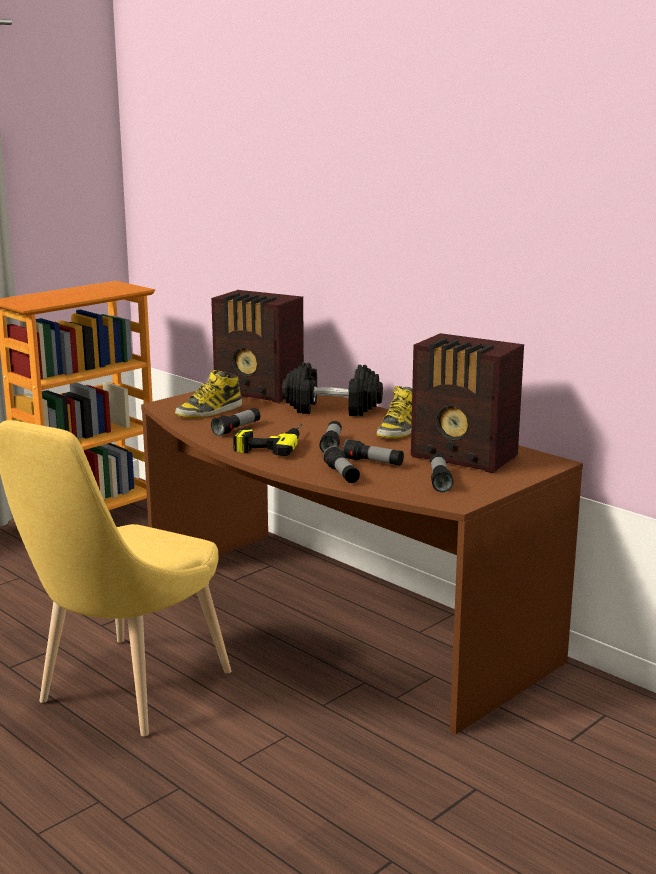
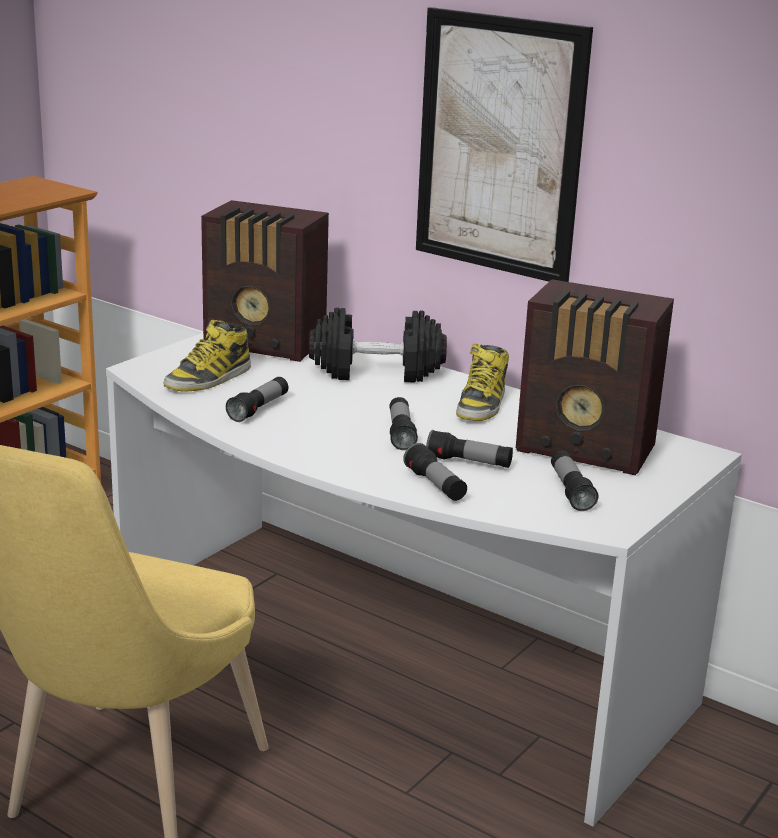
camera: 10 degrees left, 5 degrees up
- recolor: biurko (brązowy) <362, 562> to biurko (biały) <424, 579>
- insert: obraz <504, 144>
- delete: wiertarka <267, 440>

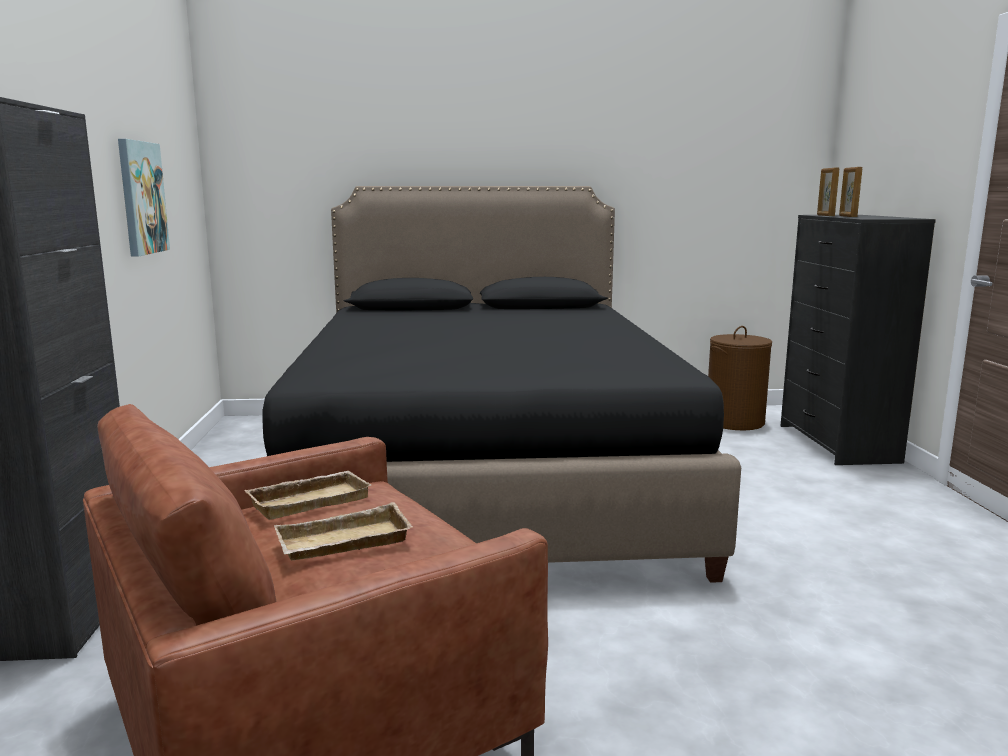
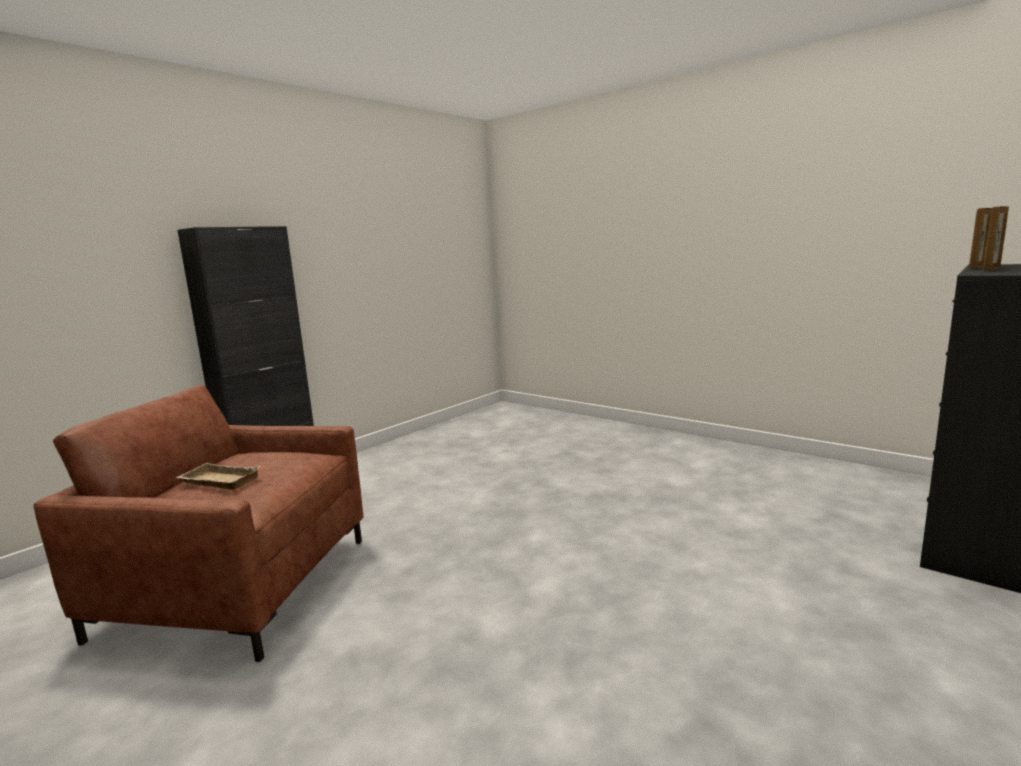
camera: 45 degrees right, 0 degrees up
- delete: obraz <144, 197>
- delete: taca (beżowy) <308, 495>
- delete: łóżko (czarny) <502, 384>
- delete: kosz na pranie (brązowy) <740, 378>

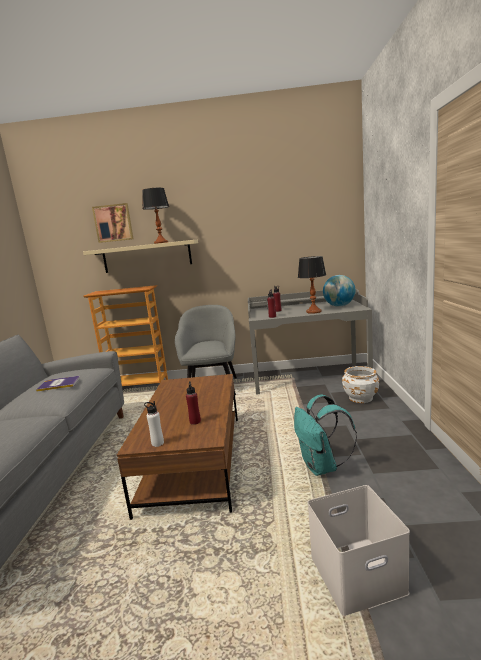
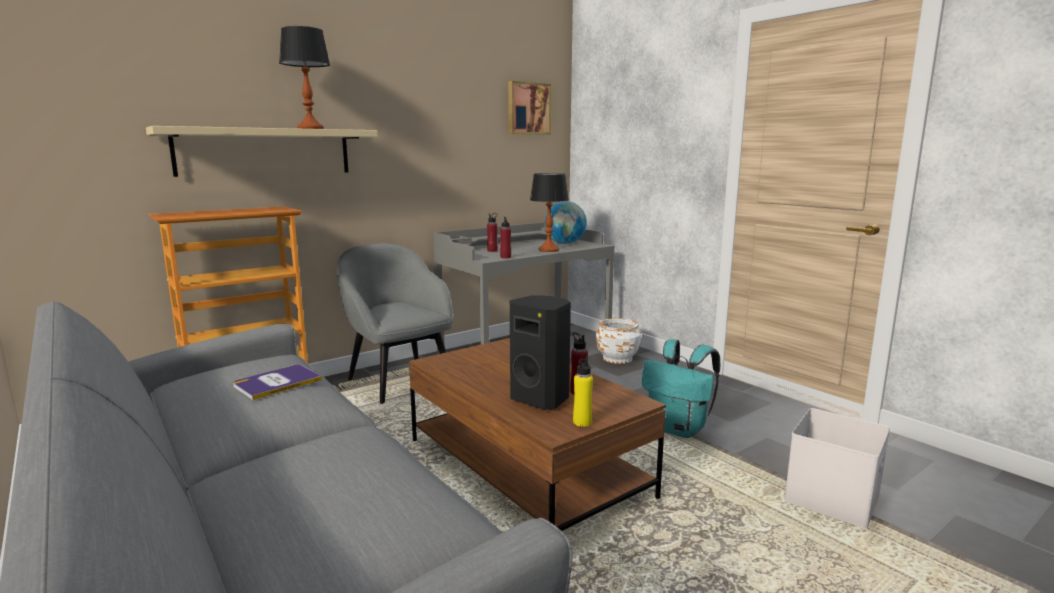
camera: 40 degrees left, 0 degrees up
- move: obraz <112, 223> to <529, 108>
- insert: głośnik (czarny) <540, 352>
- recolor: butelka (biały) <154, 424> to butelka (żółty) <583, 391>

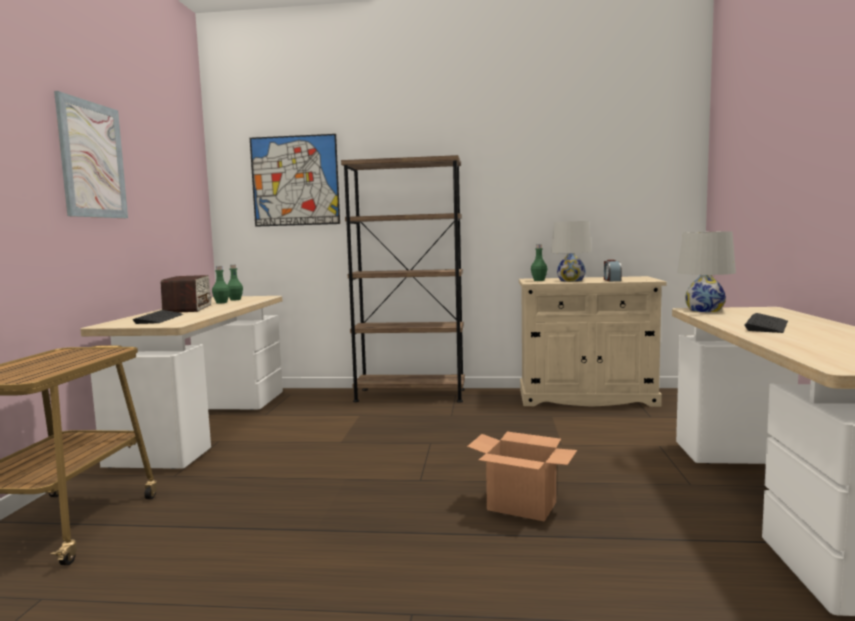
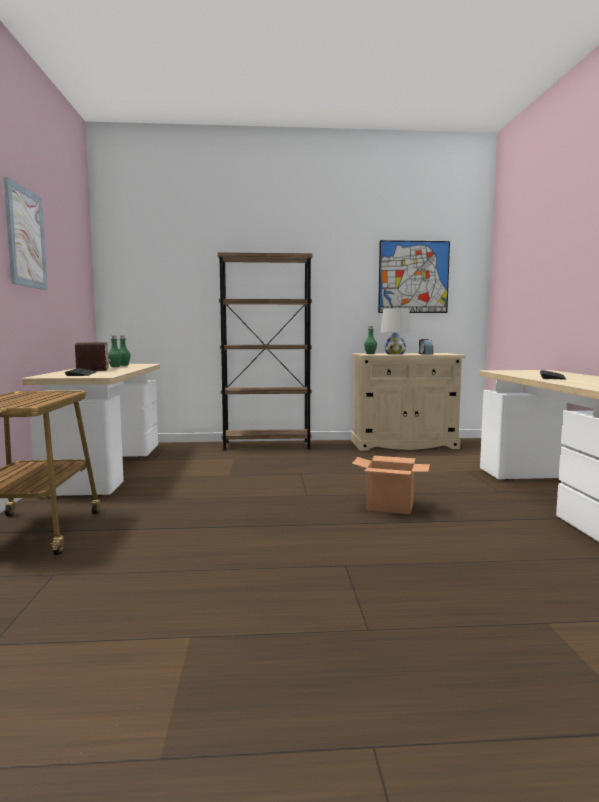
camera: 10 degrees left, 0 degrees up
- move: obraz <295, 180> to <414, 276>
- delete: lampa stołowa (biały) <706, 271>

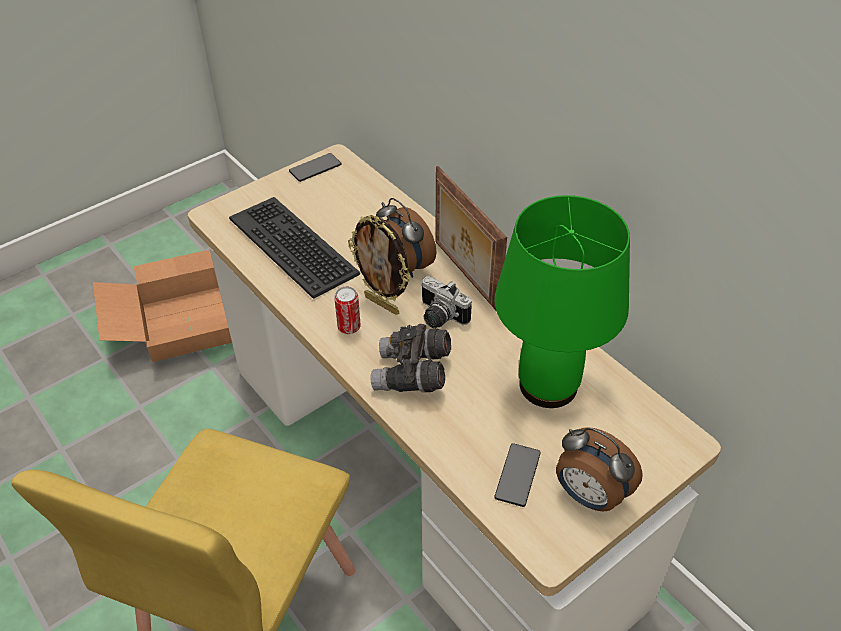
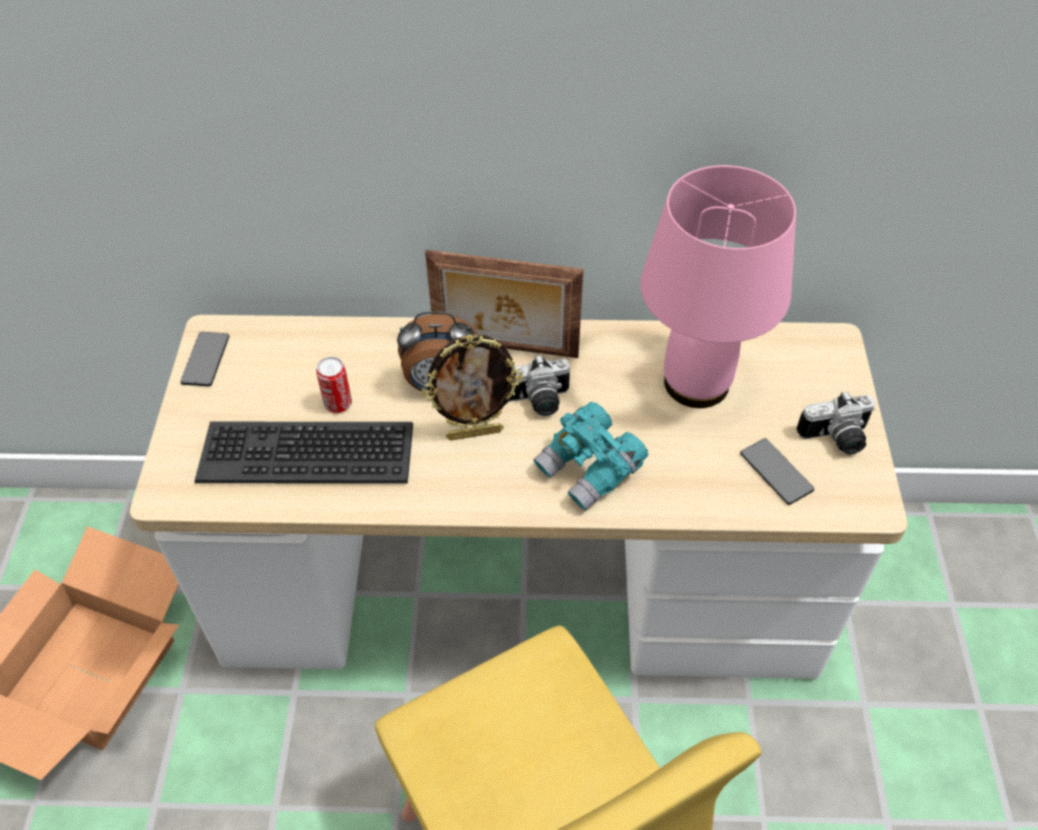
camera: 50 degrees left, 5 degrees up
- move: puszka <347, 310> to <334, 385>
- recolor: lornetka (szary) <410, 358> to lornetka (turkusowy) <590, 456>
- recolor: lampa stołowa (zielony) <562, 301> to lampa stołowa (różowy) <718, 286>
- replace: budzik <599, 469> to aparat fotograficzny <835, 423>

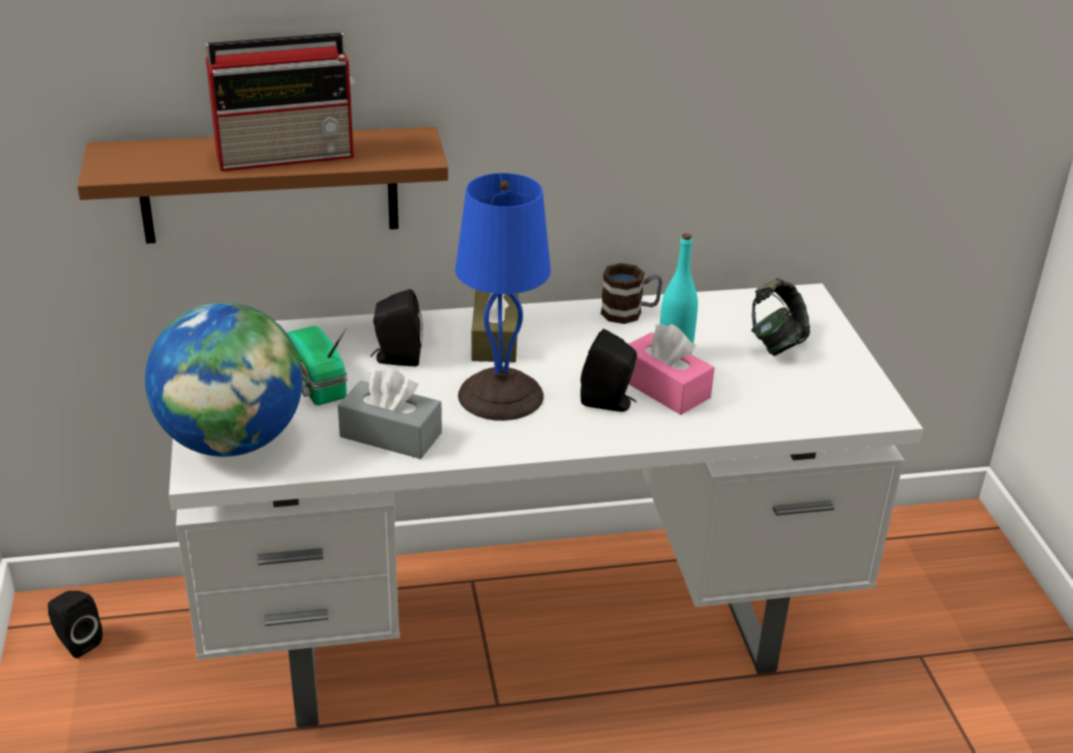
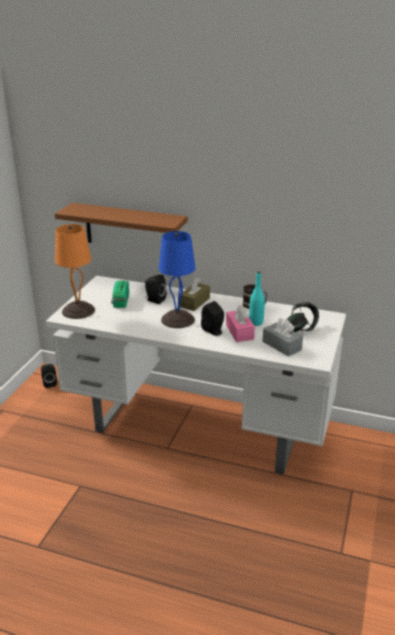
camera: 30 degrees right, 5 degrees down
- replace: globus <224, 379> to lampa stołowa (pomarańczowy) <75, 271>
- move: pudełko chusteczek (szary) <390, 413> to <283, 337>
- delete: radio <280, 102>

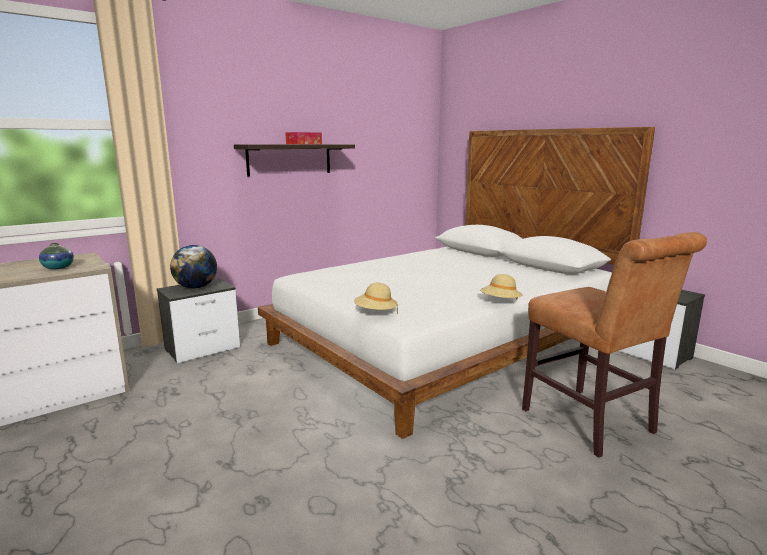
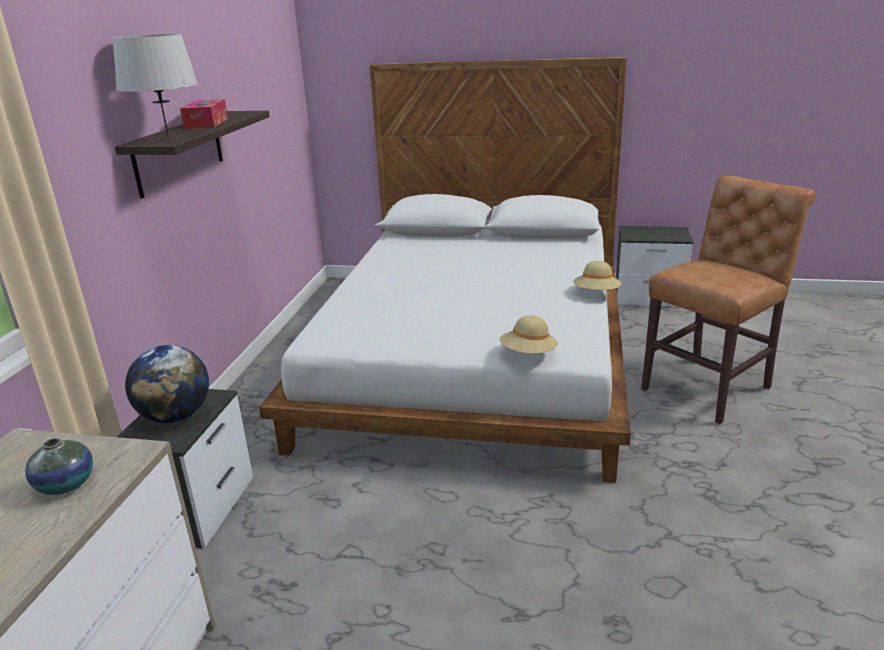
camera: 40 degrees left, 10 degrees up
- insert: lampa stołowa (szary) <155, 86>
- rotate: krzesło (brązowy) <614, 345> = <728, 299> 60 degrees counterclockwise

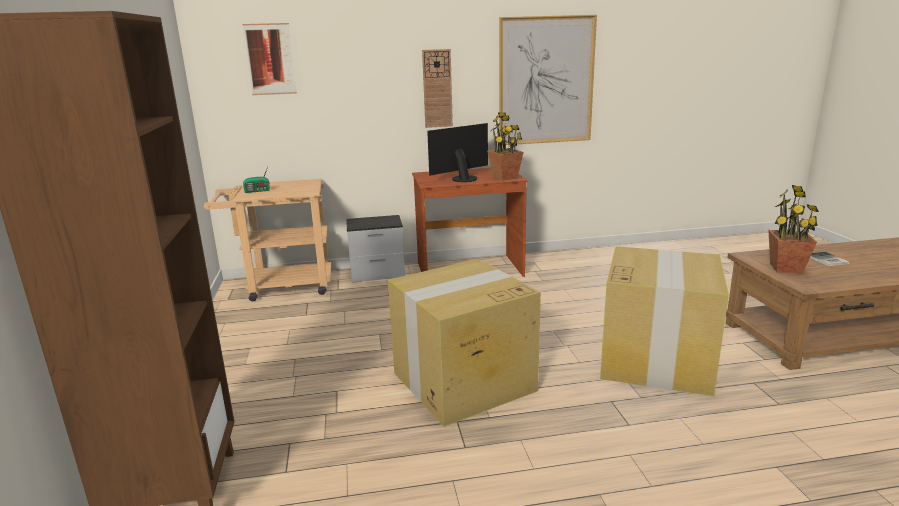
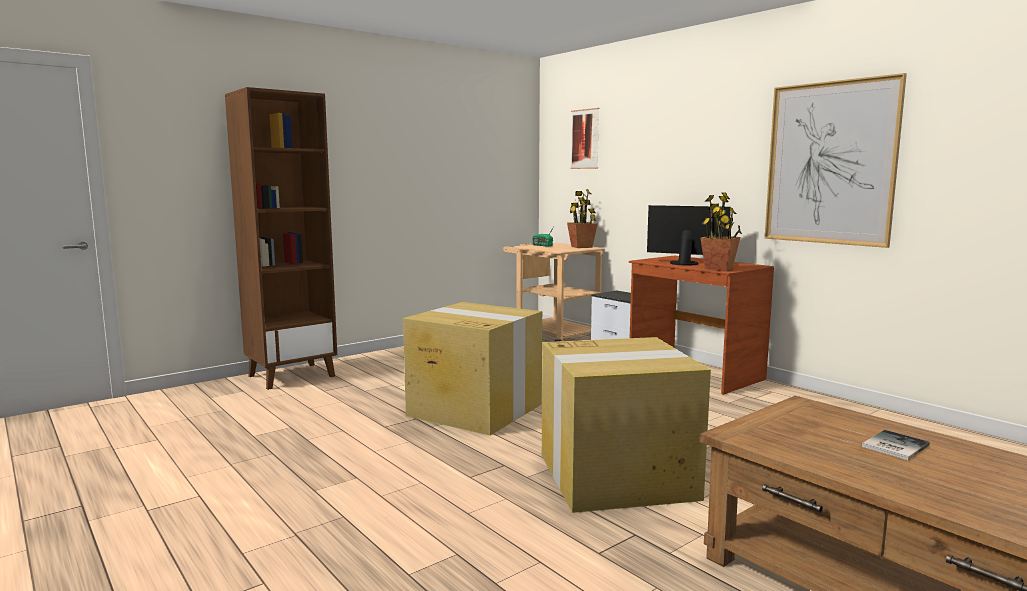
camera: 60 degrees right, 10 degrees down
- move: roślina doniczkowa <793, 229> to <582, 218>
- delete: zegar ścienny <437, 88>

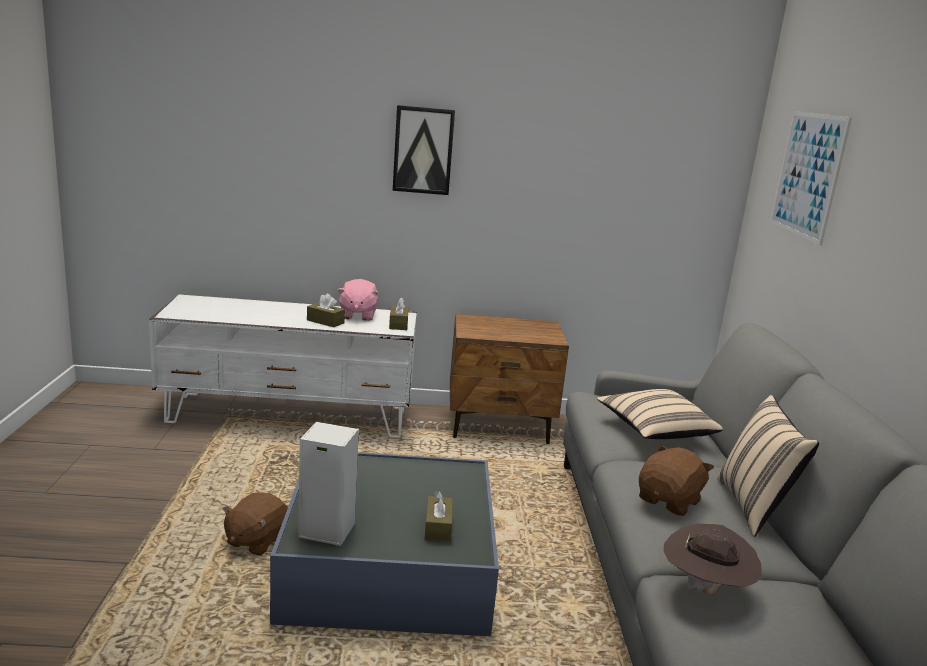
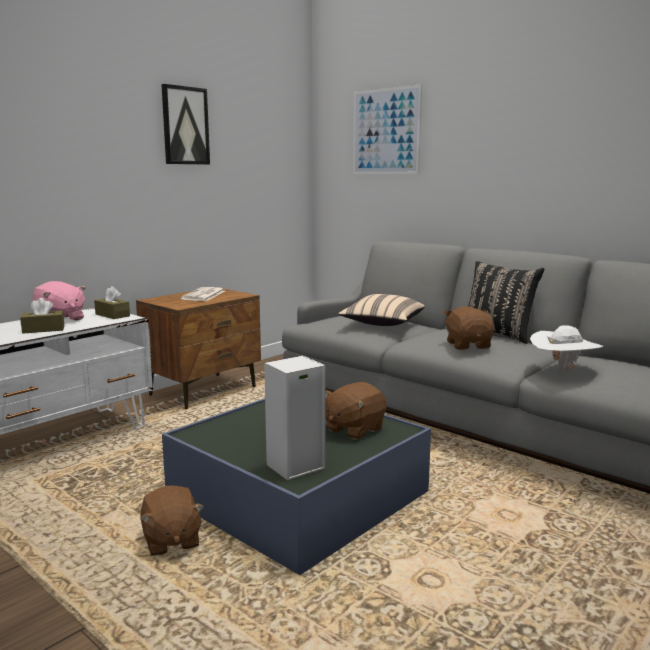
camera: 45 degrees left, 5 degrees down
- move: obraz <424, 150> to <185, 124>
- insert: gazeta <202, 294>
- replace: pudełko chusteczek (brązowy) <439, 516> to pluszak (brązowy) <356, 411>
- recolor: poduszka (beżowy) <768, 466> to poduszka (czarny) <506, 302>
- recolor: kapelusz (brązowy) <712, 559> to kapelusz (biały) <566, 348>

